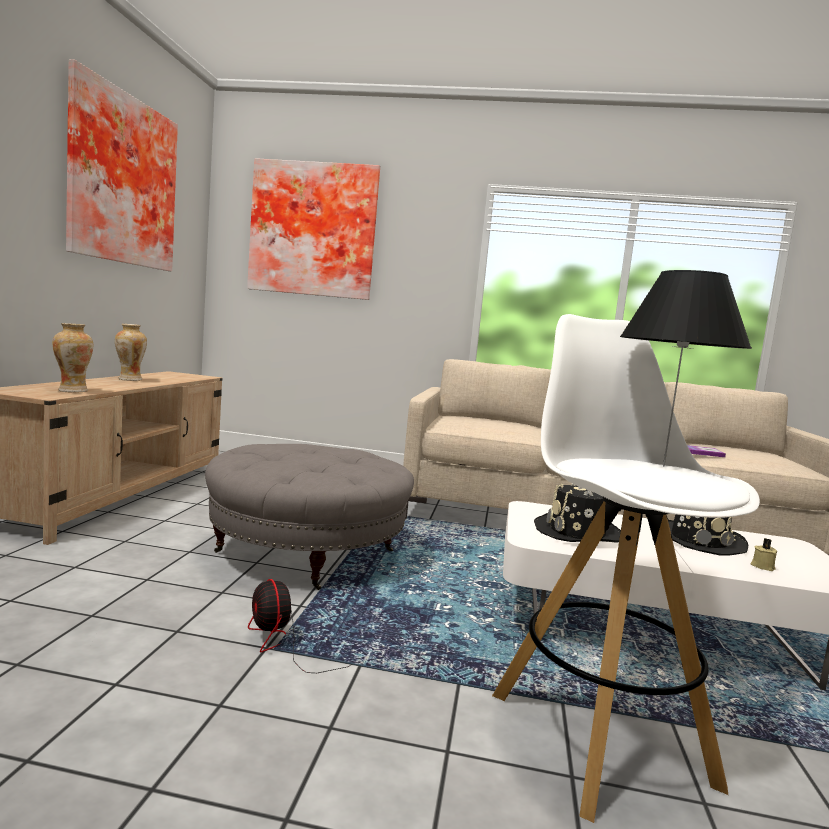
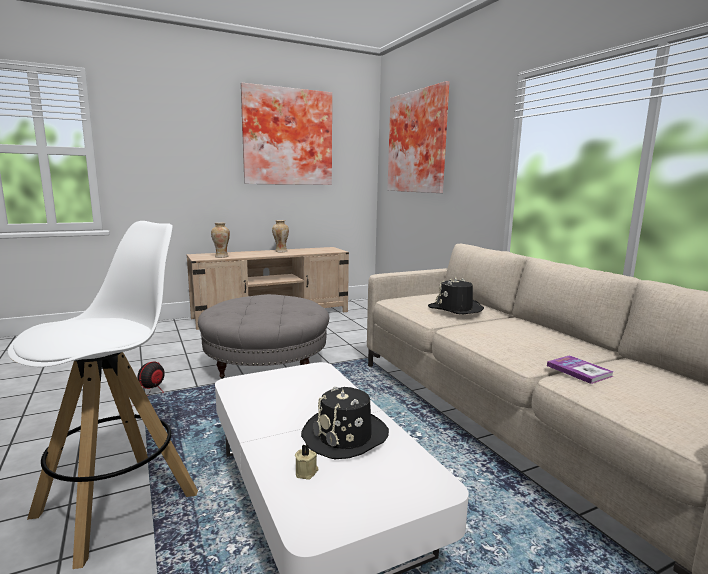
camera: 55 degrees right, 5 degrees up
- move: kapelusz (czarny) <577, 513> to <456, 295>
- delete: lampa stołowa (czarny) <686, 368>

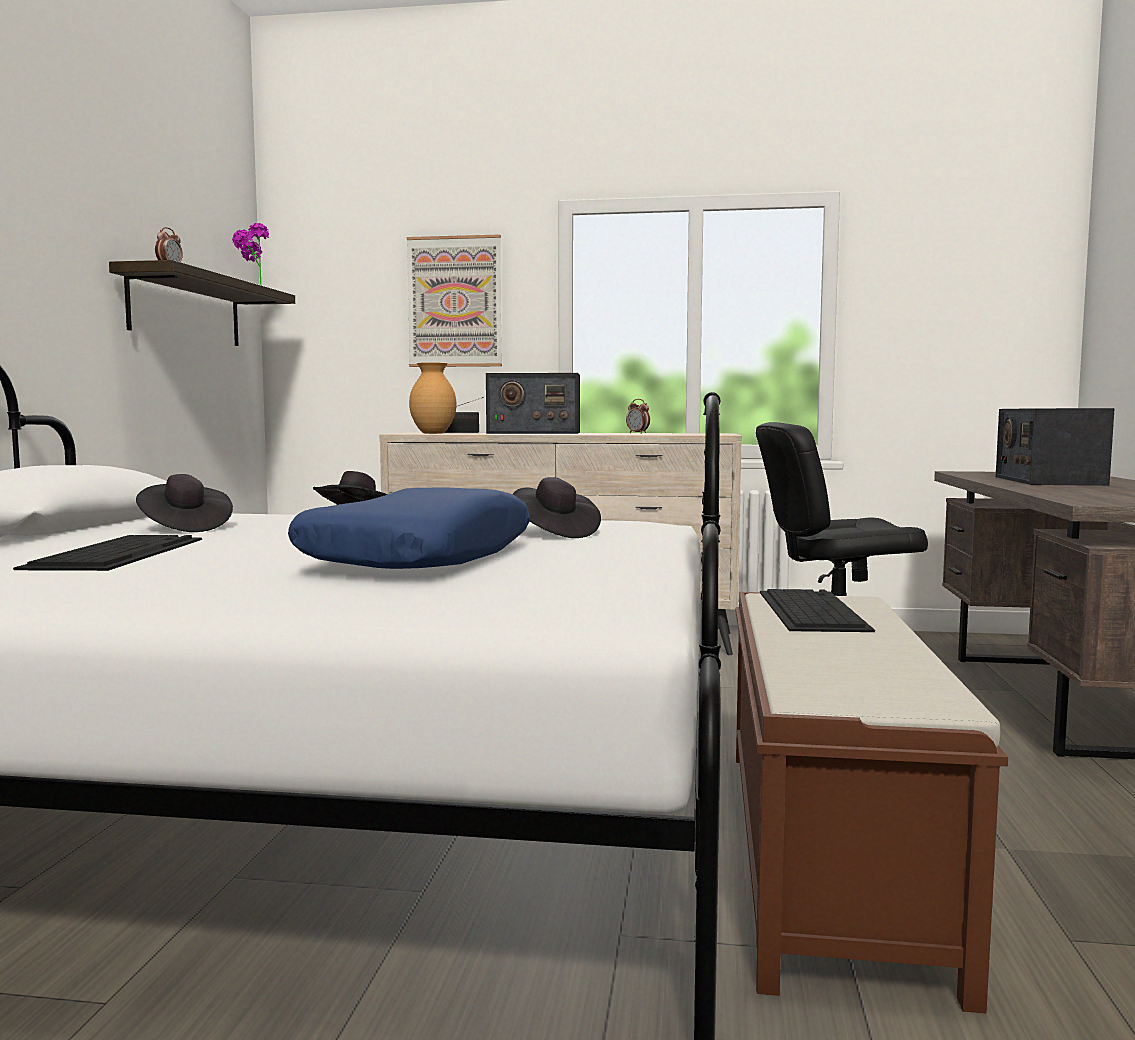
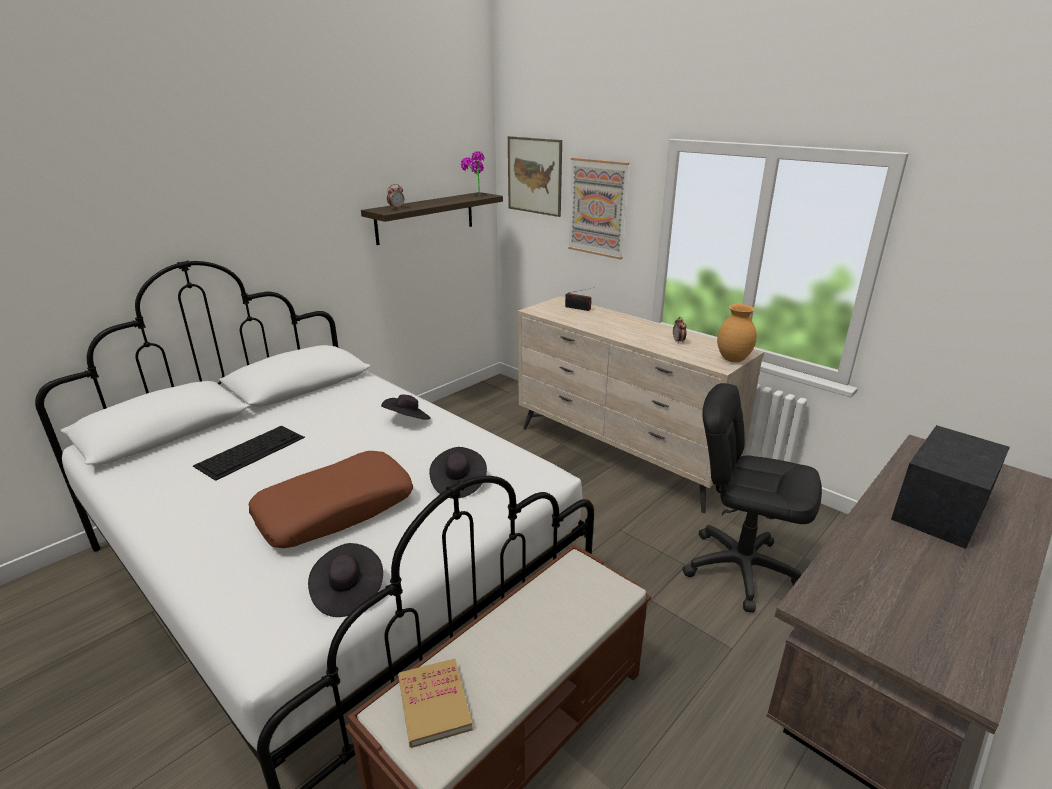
camera: 35 degrees right, 20 degrees up
- recolor: poduszka (niebieski) <409, 528> to poduszka (brązowy) <331, 499>
- move: kapelusz (czarny) <184, 503> to <345, 580>
- insert: książka <435, 703>
- insert: obraz <535, 176>
- move: wazon (brązowy) <432, 398> to <737, 333>
- delete: radio <533, 403>
- delete: klawiatura <817, 610>

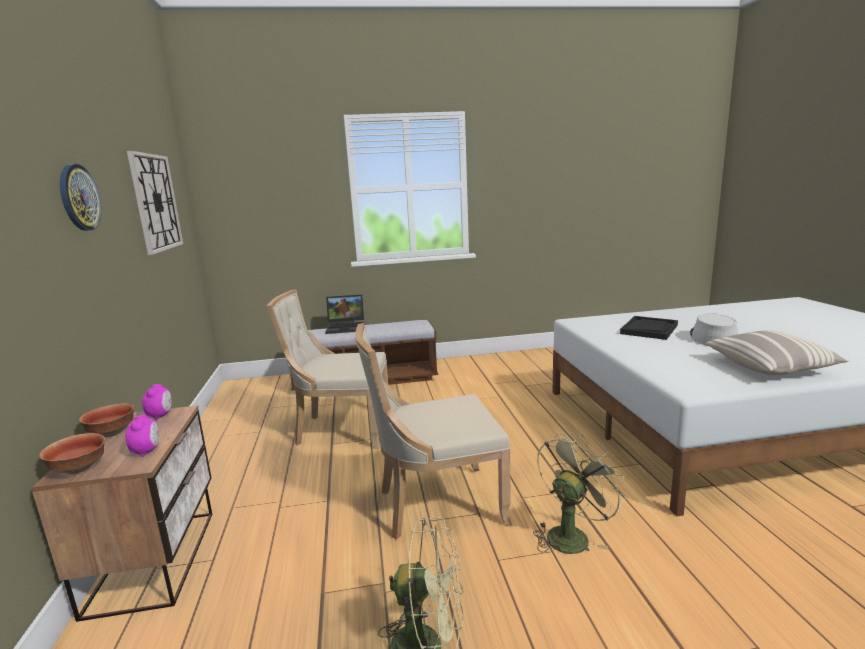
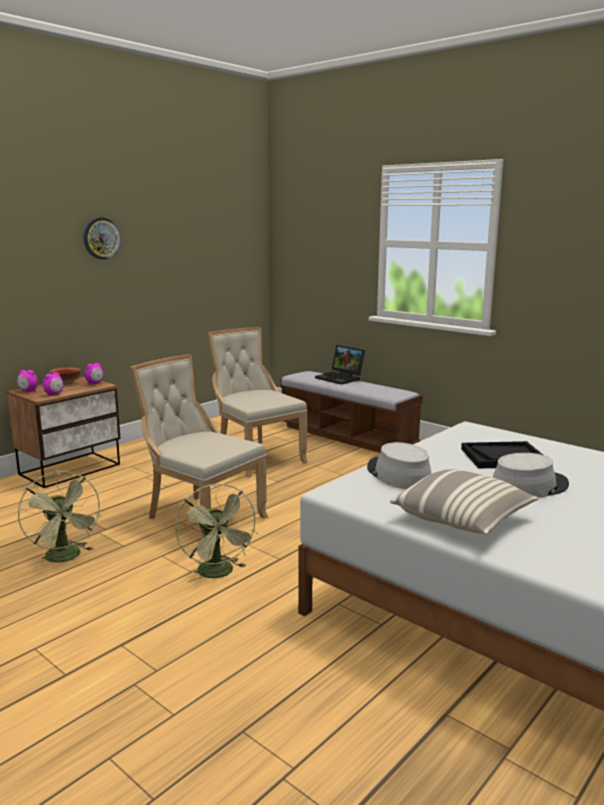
camera: 50 degrees right, 0 degrees up
- replace: miska <72, 453> to budzik <27, 381>
- rotate: wentylator (zielony) <579, 493> = <216, 533> 60 degrees clockwise
- insert: kapelusz (szary) <399, 465>
- delete: zegar ścienny <155, 203>

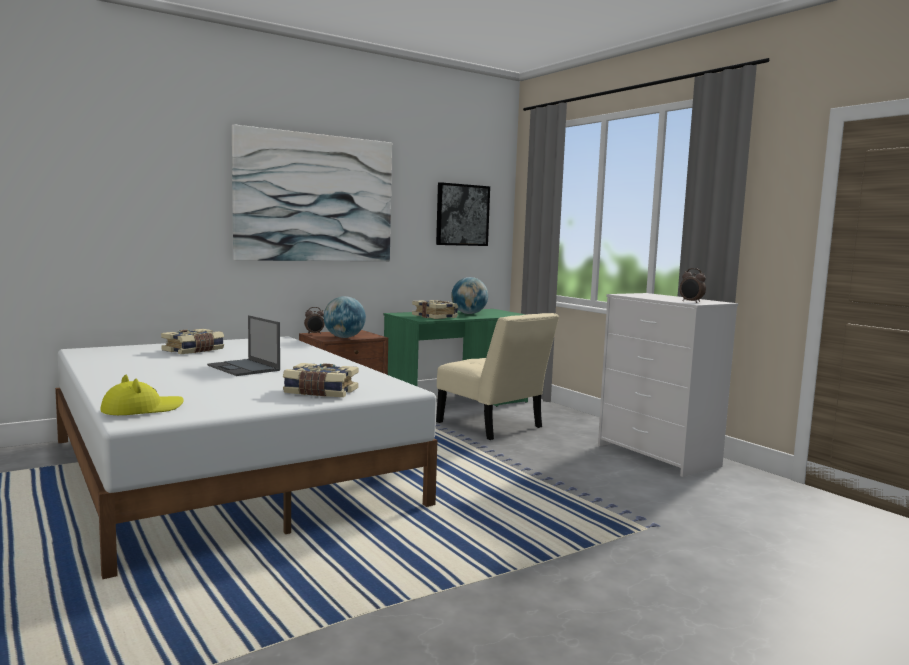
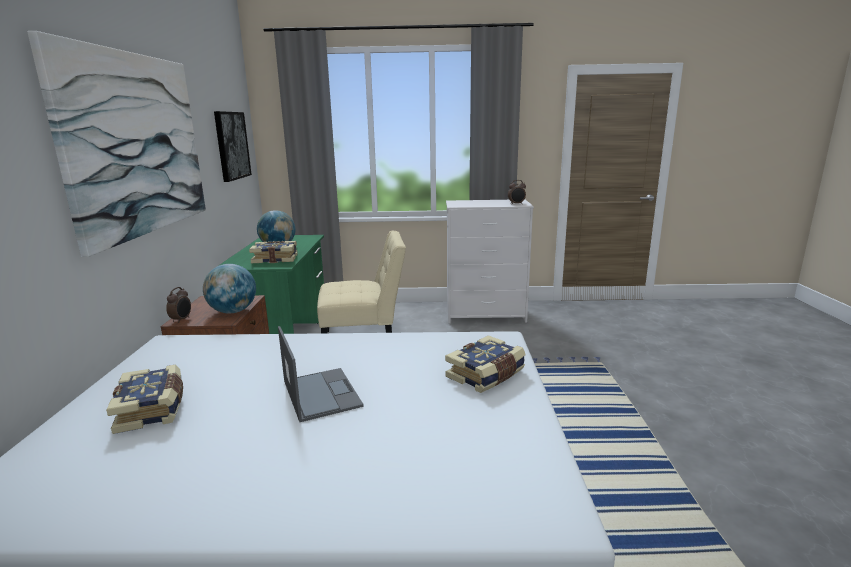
camera: 55 degrees left, 10 degrees up
- rotate: laptop <243, 345> = <321, 374> 105 degrees counterclockwise
- delete: kapelusz (żółty) <142, 395>

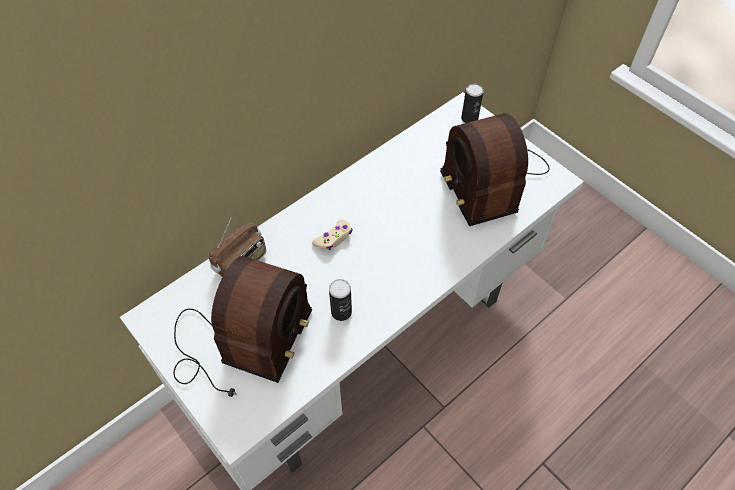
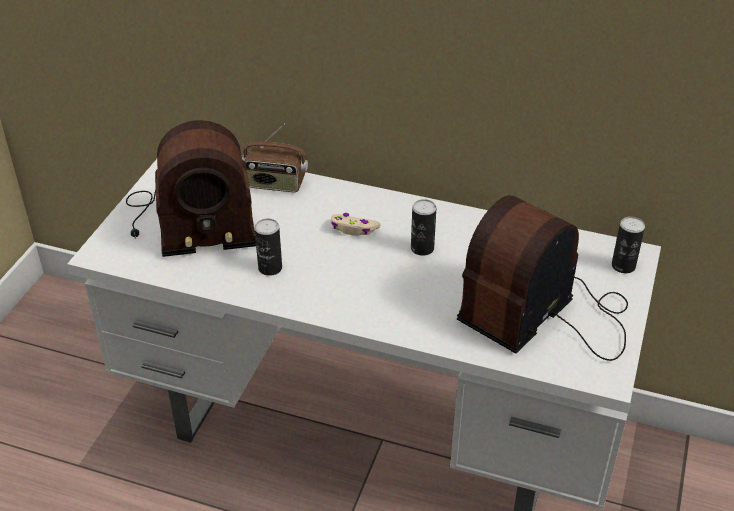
camera: 60 degrees right, 15 degrees down
- insert: puszka <423, 227>

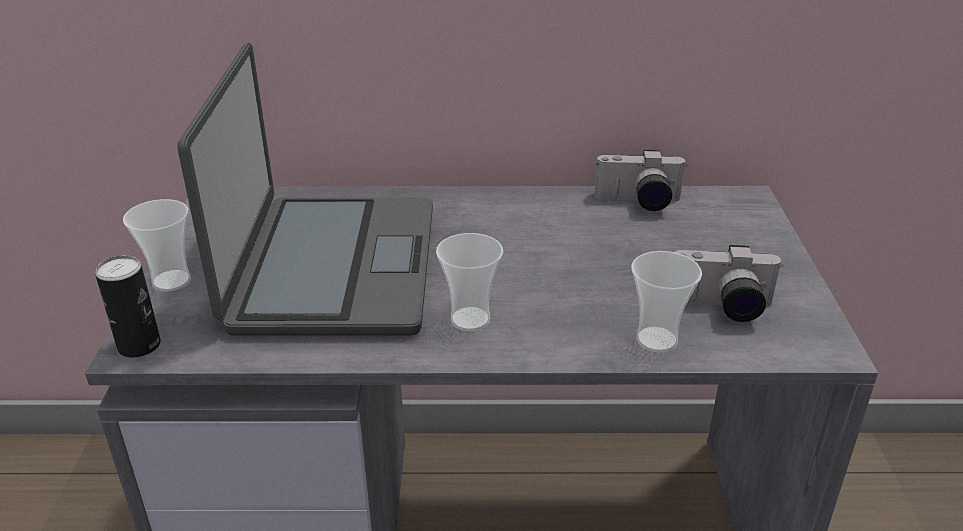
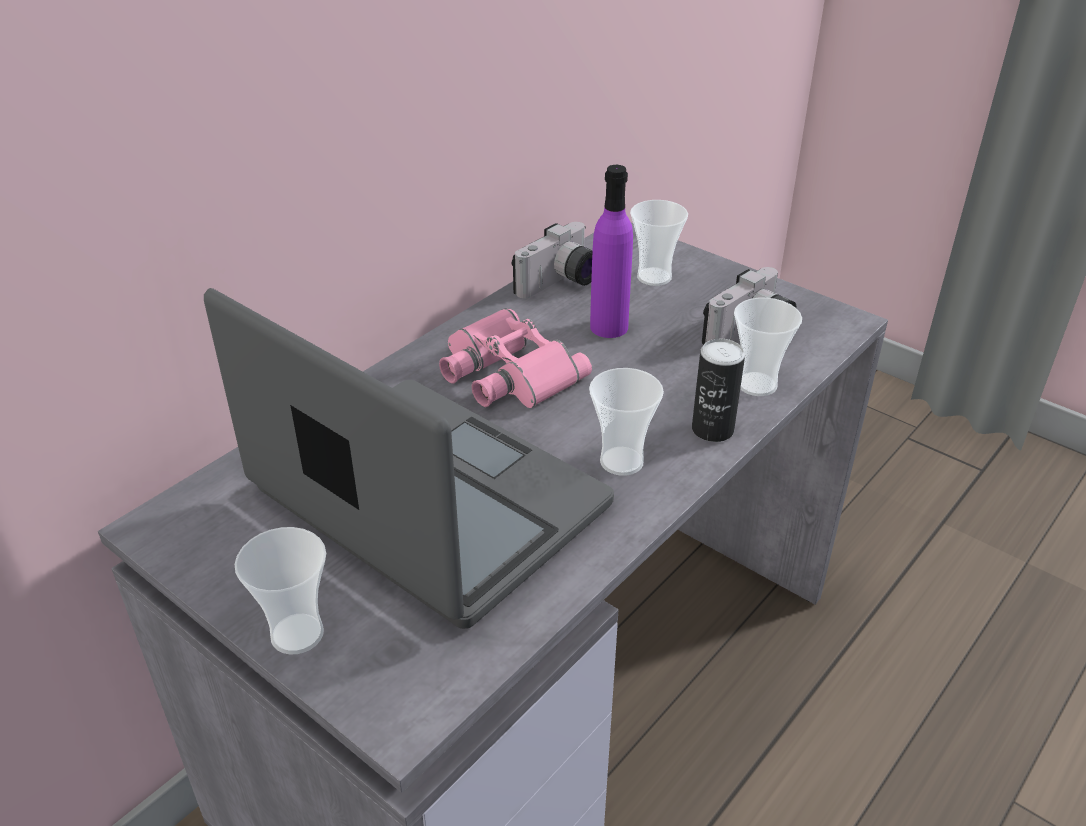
camera: 50 degrees left, 5 degrees up
- insert: lornetka (różowy) <515, 358>
- insert: butelka (fioletowy) <611, 251>
- insert: filiżanka <659, 243>
- move: puszka <128, 306> to <718, 390>

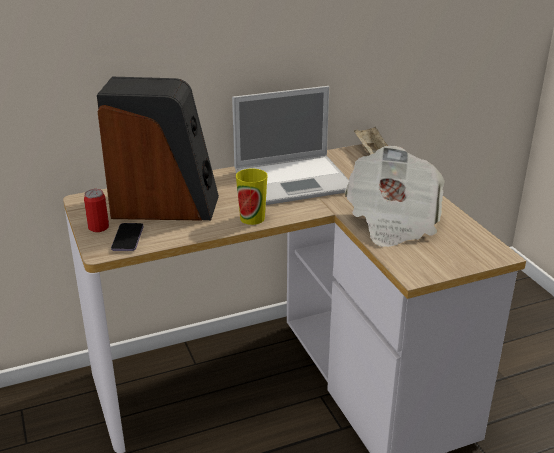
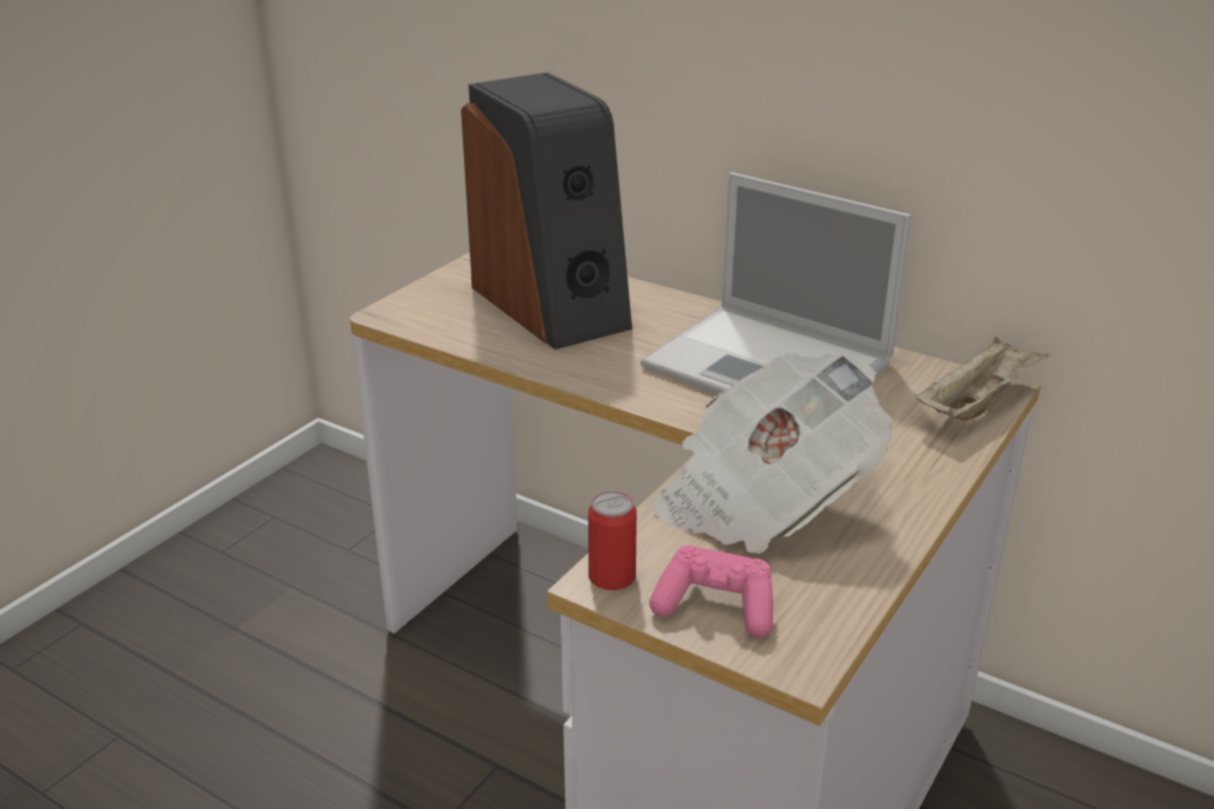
camera: 55 degrees right, 0 degrees up
- move: puszka <96, 210> to <612, 540>
- insert: pad do gier (różowy) <711, 591>
- delete: telefon <127, 237>
- delete: filiżanka <252, 196>

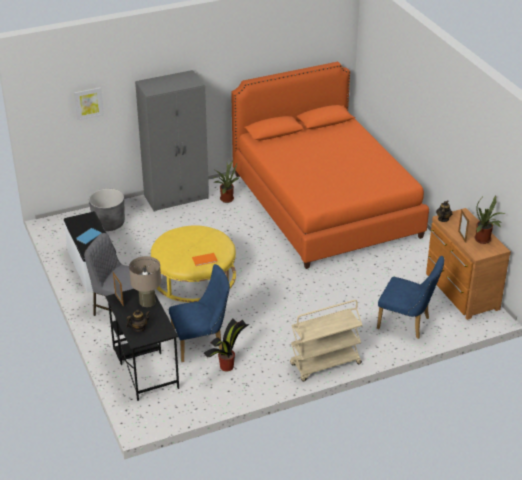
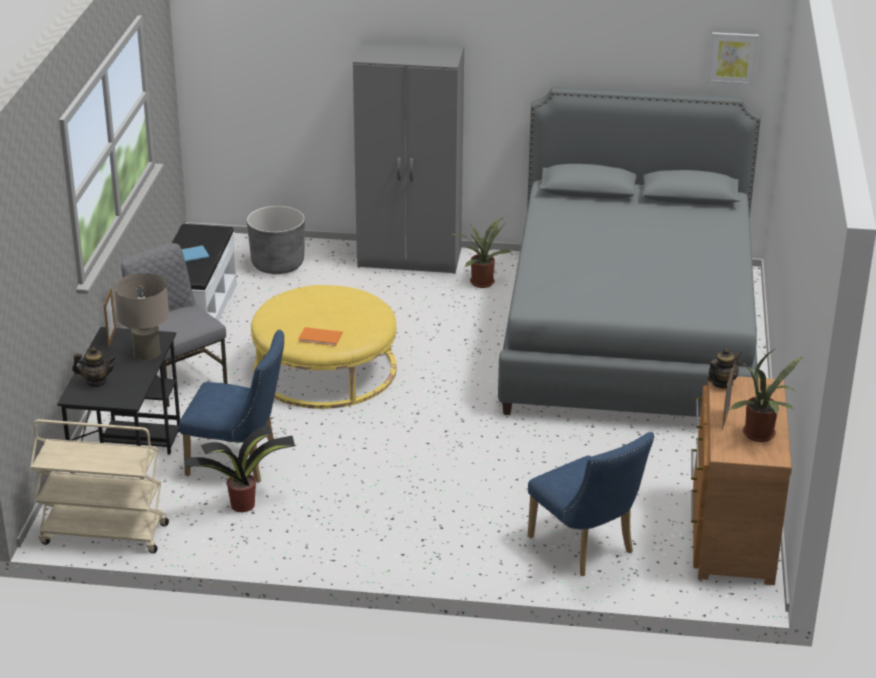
camera: 30 degrees right, 5 degrees down
- move: wózek (beżowy) <326, 341> to <99, 486>
- recolor: łóżko (pomarańczowy) <330, 165> to łóżko (szary) <629, 252>
- move: obraz <89, 103> to <733, 58>

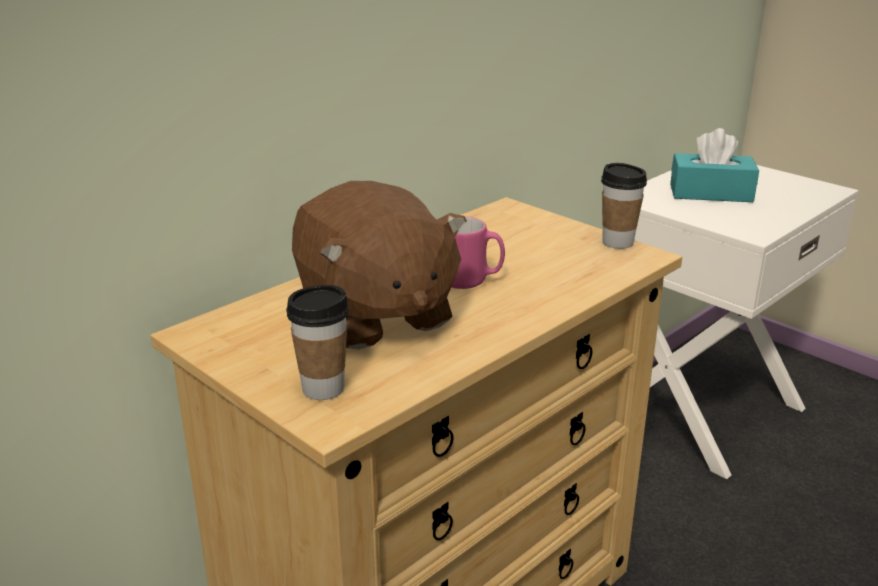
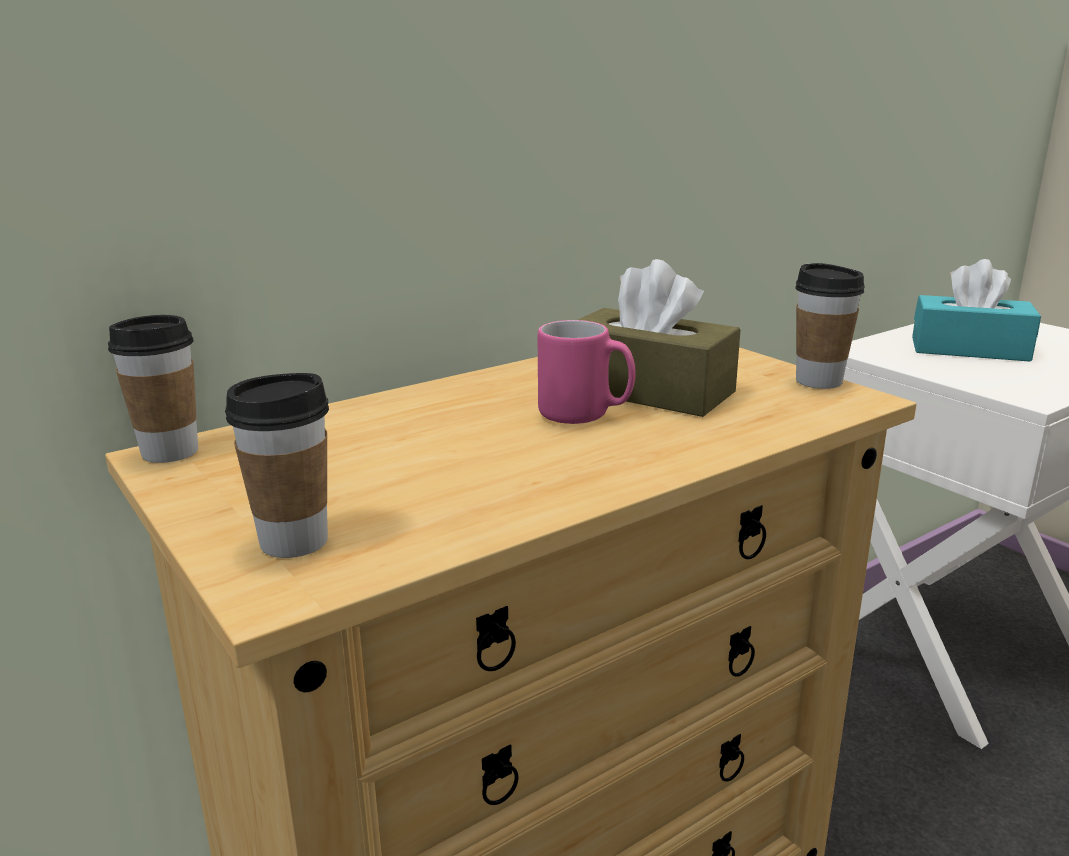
camera: 10 degrees right, 5 degrees down
- insert: filiżanka <153, 389>
- insert: pudełko chusteczek (brązowy) <659, 338>
- delete: pluszak (brązowy) <379, 265>

